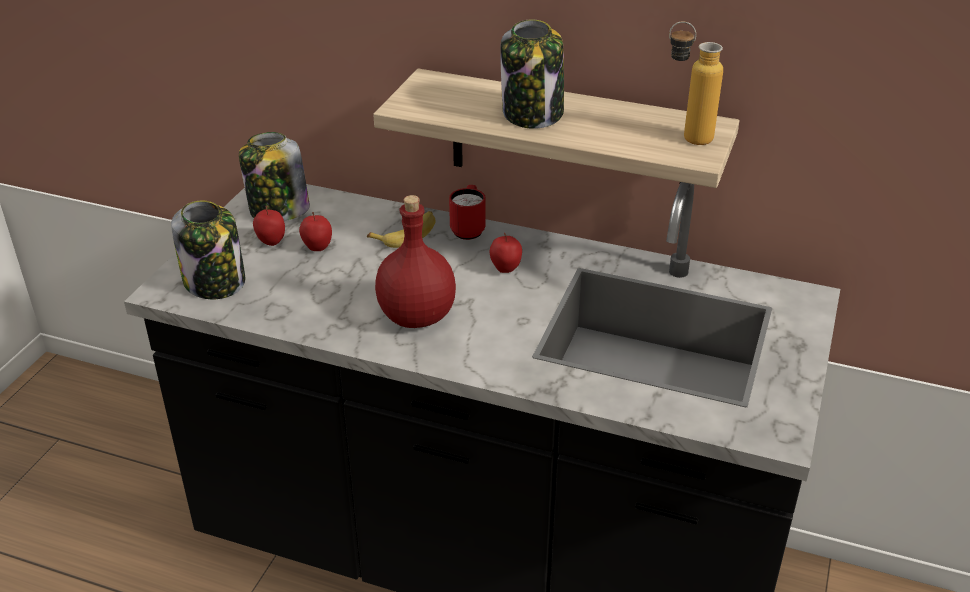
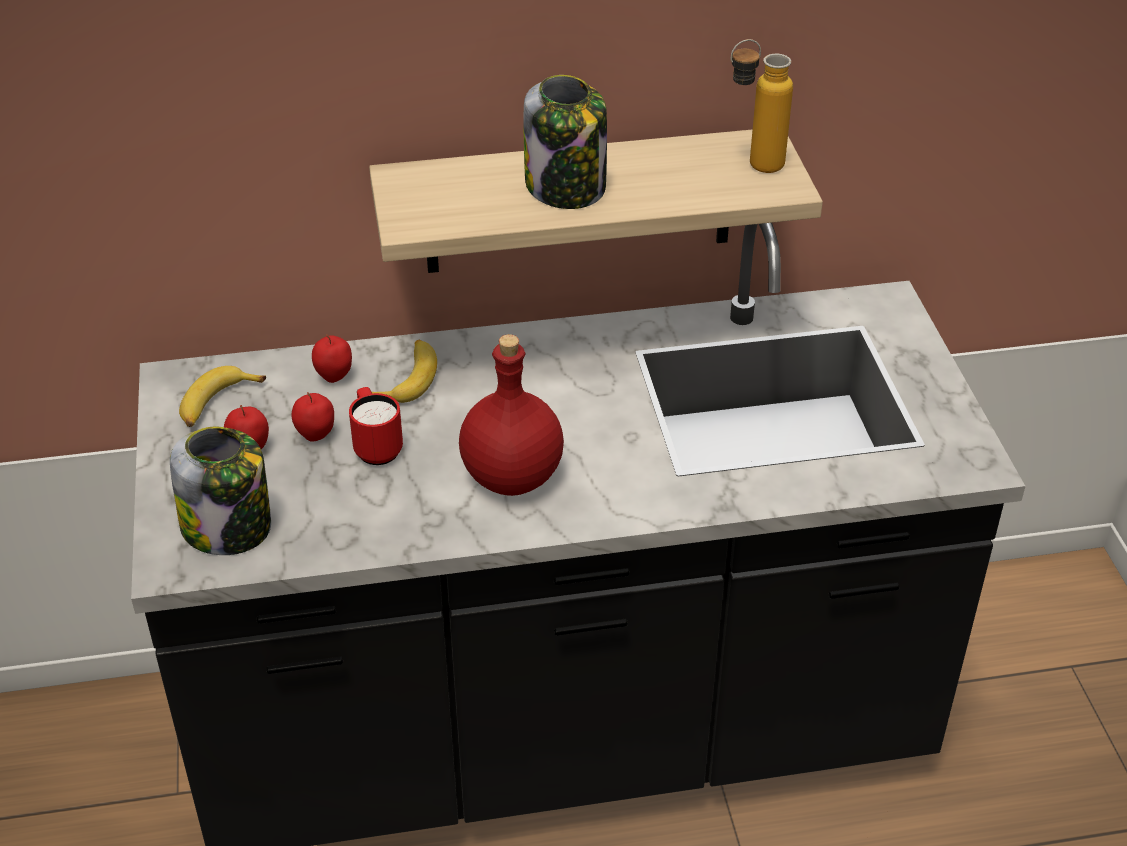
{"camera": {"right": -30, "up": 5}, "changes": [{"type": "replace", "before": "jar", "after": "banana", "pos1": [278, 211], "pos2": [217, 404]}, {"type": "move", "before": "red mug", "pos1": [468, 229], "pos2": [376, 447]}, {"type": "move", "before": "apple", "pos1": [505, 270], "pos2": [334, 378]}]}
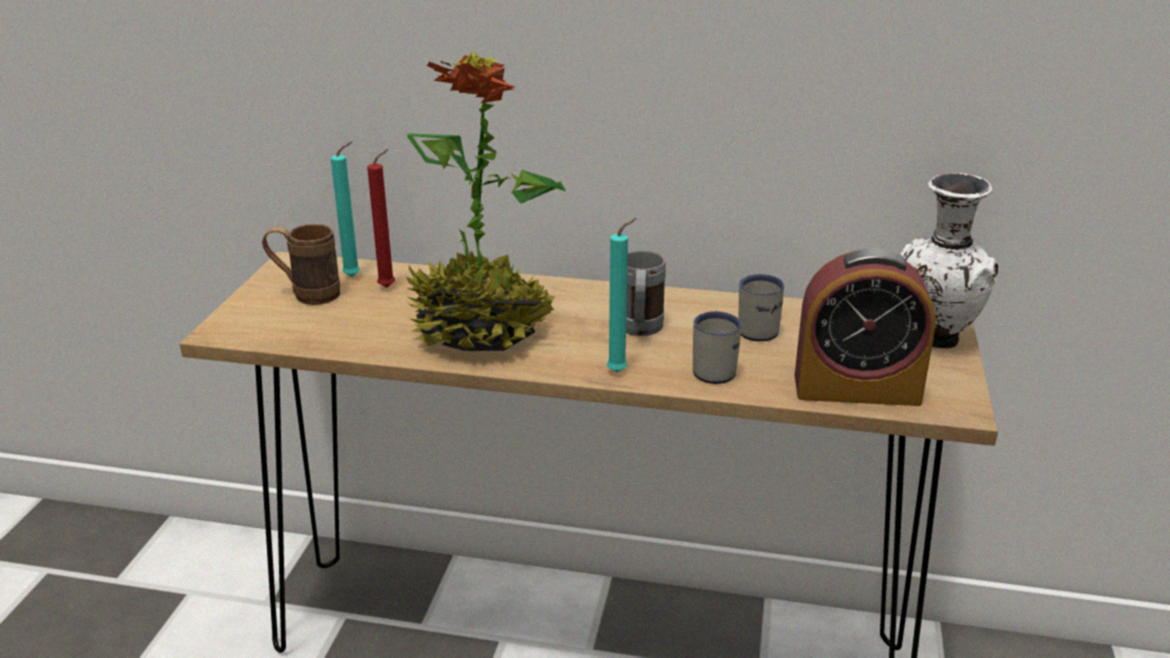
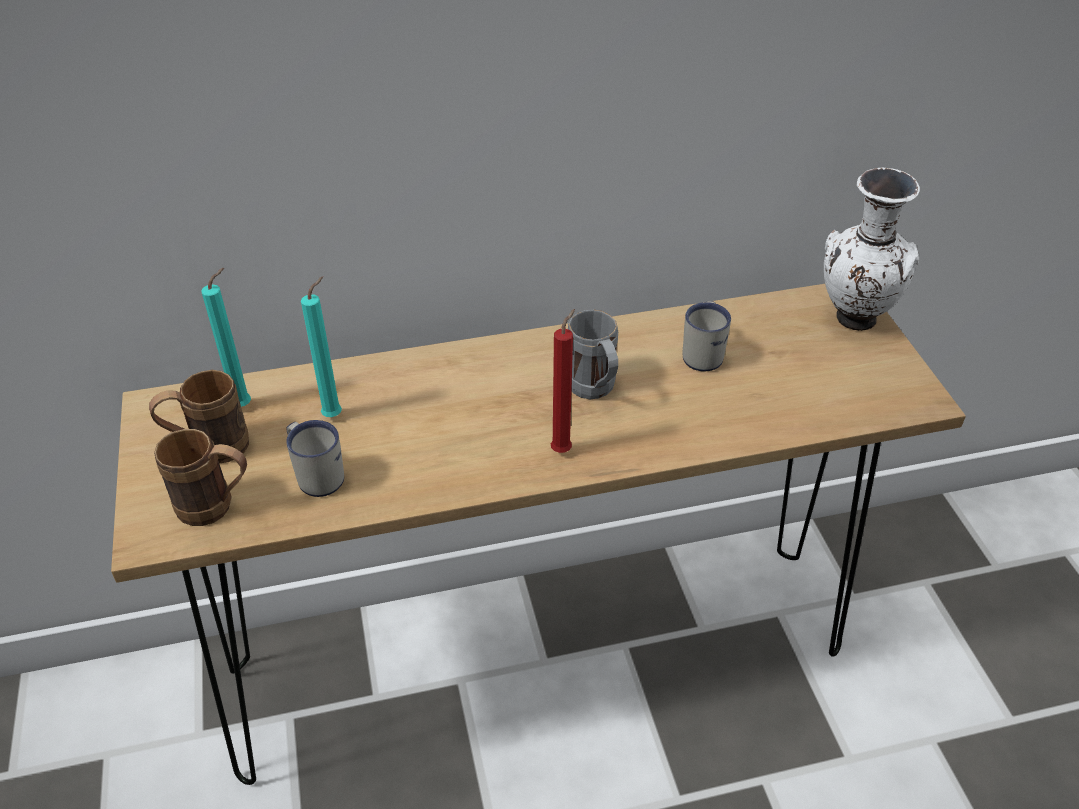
{"camera": {"right": -25, "up": 15}, "changes": [{"type": "move", "before": "red candle", "pos1": [389, 287], "pos2": [563, 449]}, {"type": "delete", "before": "potted plant", "pos1": [481, 331]}, {"type": "move", "before": "turquoise candle", "pos1": [620, 371], "pos2": [335, 414]}, {"type": "move", "before": "white mug", "pos1": [711, 368], "pos2": [317, 474]}, {"type": "delete", "before": "alarm clock", "pos1": [856, 389]}, {"type": "insert", "after": "brown mug", "pos2": [217, 508]}]}
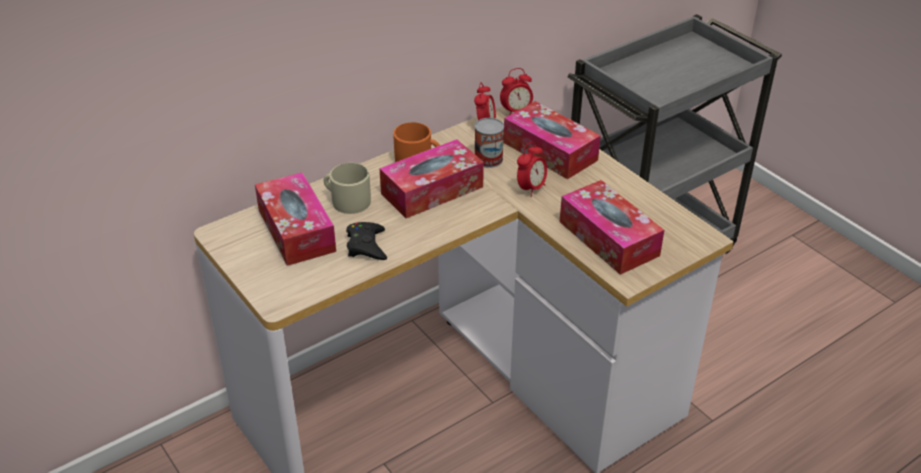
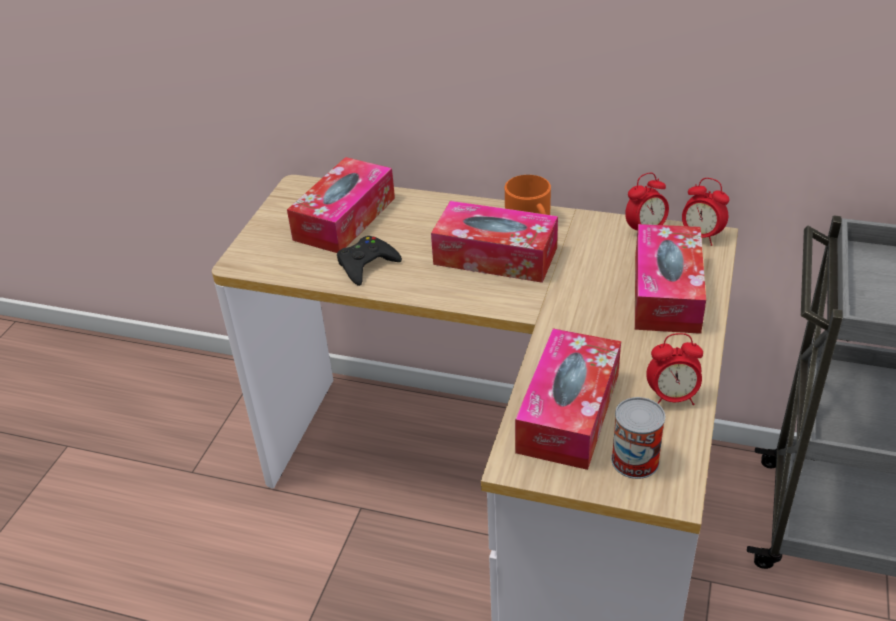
{"camera": {"right": 55, "up": 0}, "changes": [{"type": "delete", "before": "beige mug", "pos1": [347, 200]}, {"type": "move", "before": "can", "pos1": [488, 159], "pos2": [635, 460]}, {"type": "move", "before": "alarm clock", "pos1": [531, 189], "pos2": [672, 398]}]}
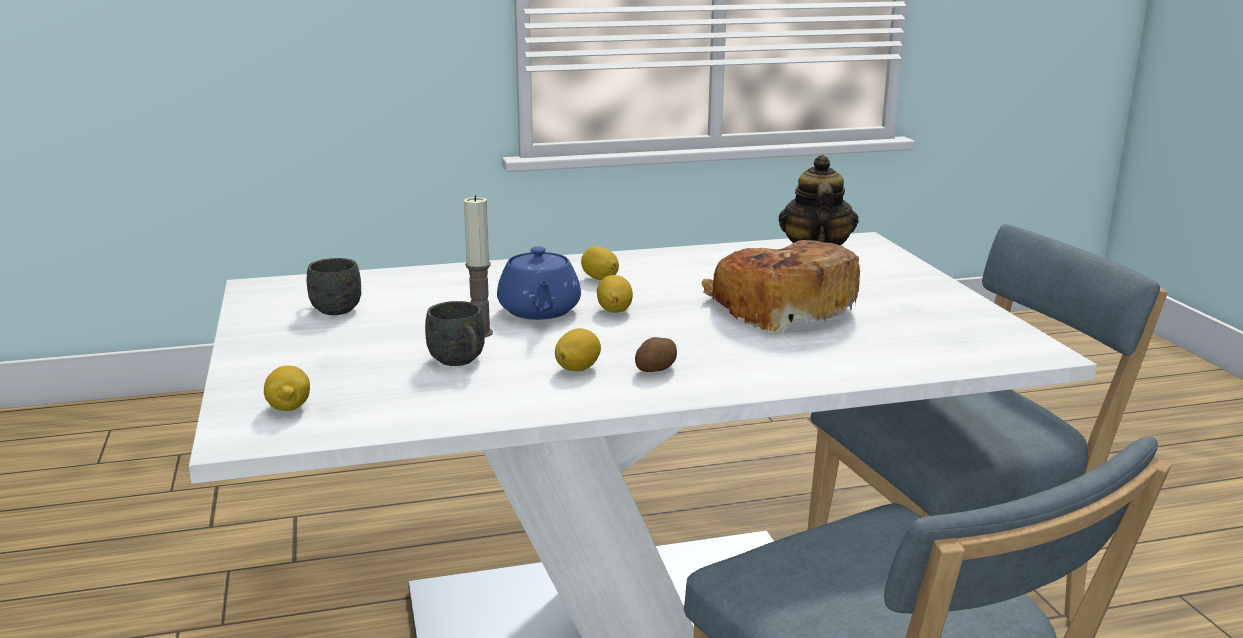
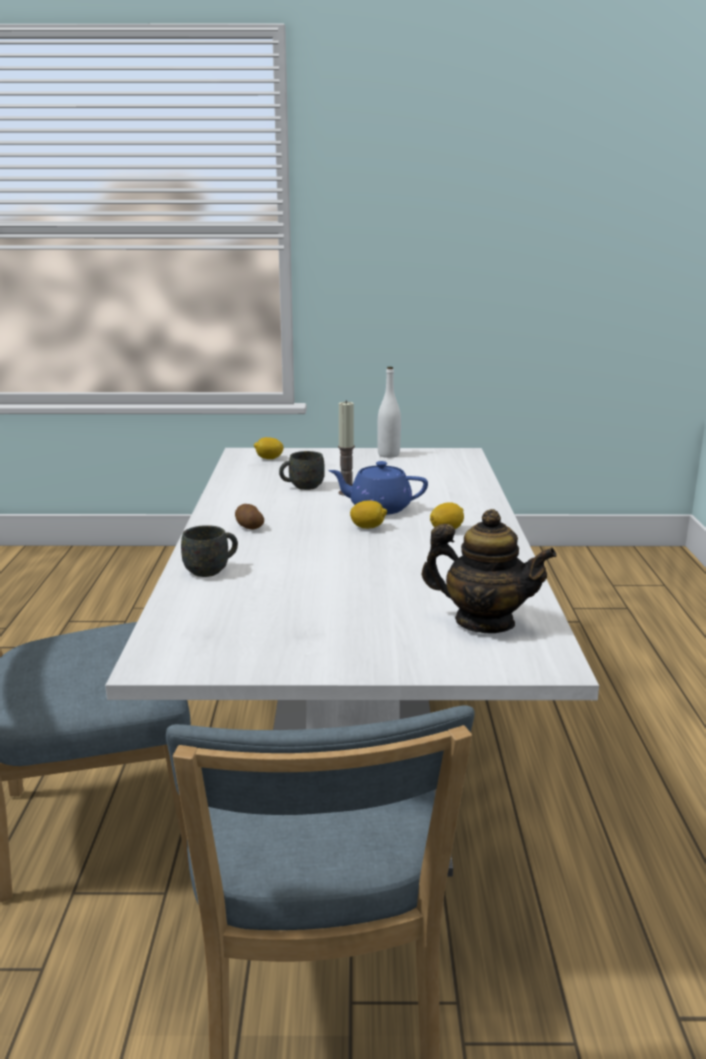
{"camera": {"right": 105, "up": 0}, "changes": [{"type": "move", "before": "grey mug", "pos1": [331, 308], "pos2": [212, 570]}, {"type": "delete", "before": "lemon", "pos1": [578, 368]}, {"type": "delete", "before": "bread", "pos1": [781, 309]}, {"type": "insert", "after": "white bottle", "pos2": [388, 455]}]}
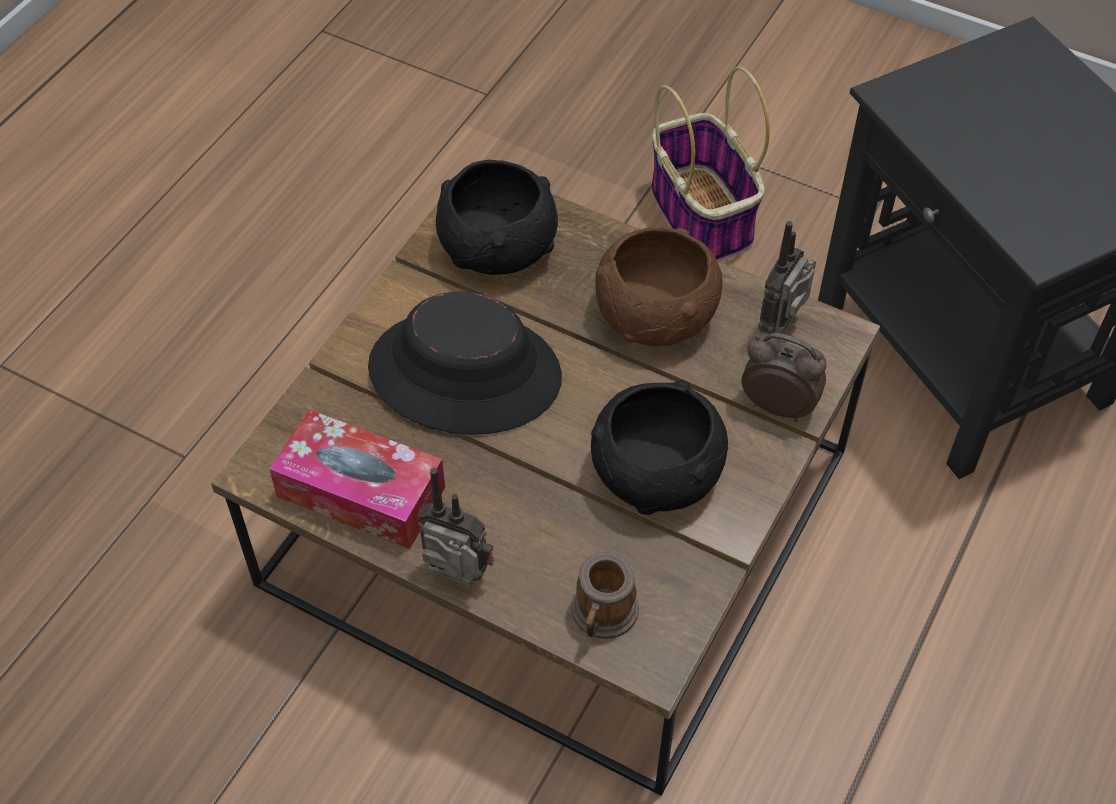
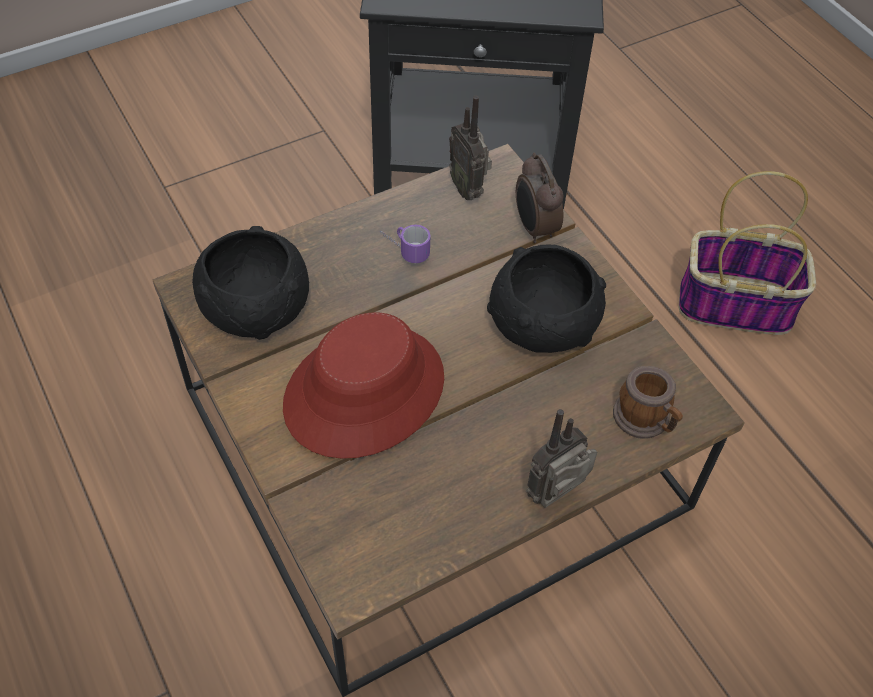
{"camera": {"right": -60, "up": 0}, "changes": [{"type": "delete", "before": "tissue box", "pos1": [361, 492]}, {"type": "recolor", "before": "black hat", "after": "red hat", "pos1": [465, 372], "pos2": [364, 391]}, {"type": "replace", "before": "brown bowl", "after": "mug", "pos1": [655, 314], "pos2": [403, 249]}, {"type": "move", "before": "basket", "pos1": [703, 216], "pos2": [736, 305]}, {"type": "rotate", "before": "alarm clock", "pos1": [778, 405], "pos2": [534, 228], "turn": -75}]}
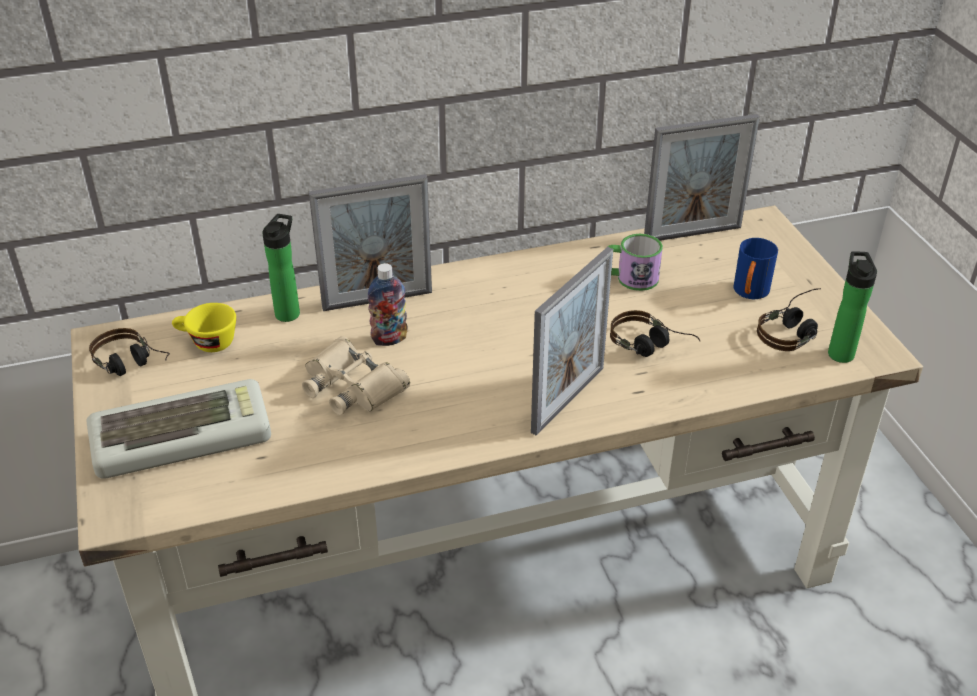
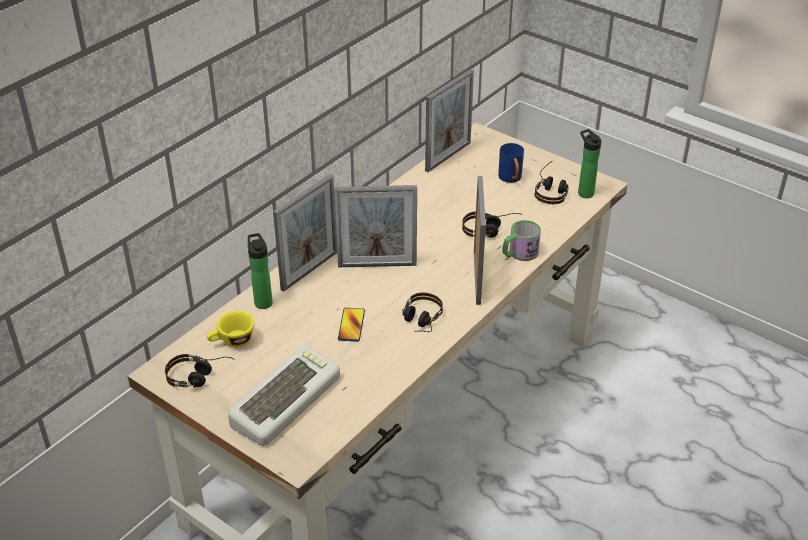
{"camera": {"right": -35, "up": 0}, "changes": [{"type": "replace", "before": "beige binoculars", "after": "phone", "pos1": [352, 386], "pos2": [351, 325]}, {"type": "delete", "before": "bottle", "pos1": [389, 339]}, {"type": "move", "before": "mug", "pos1": [630, 278], "pos2": [519, 253]}, {"type": "insert", "after": "picture frame", "pos2": [377, 265]}, {"type": "insert", "after": "headphones", "pos2": [419, 322]}]}
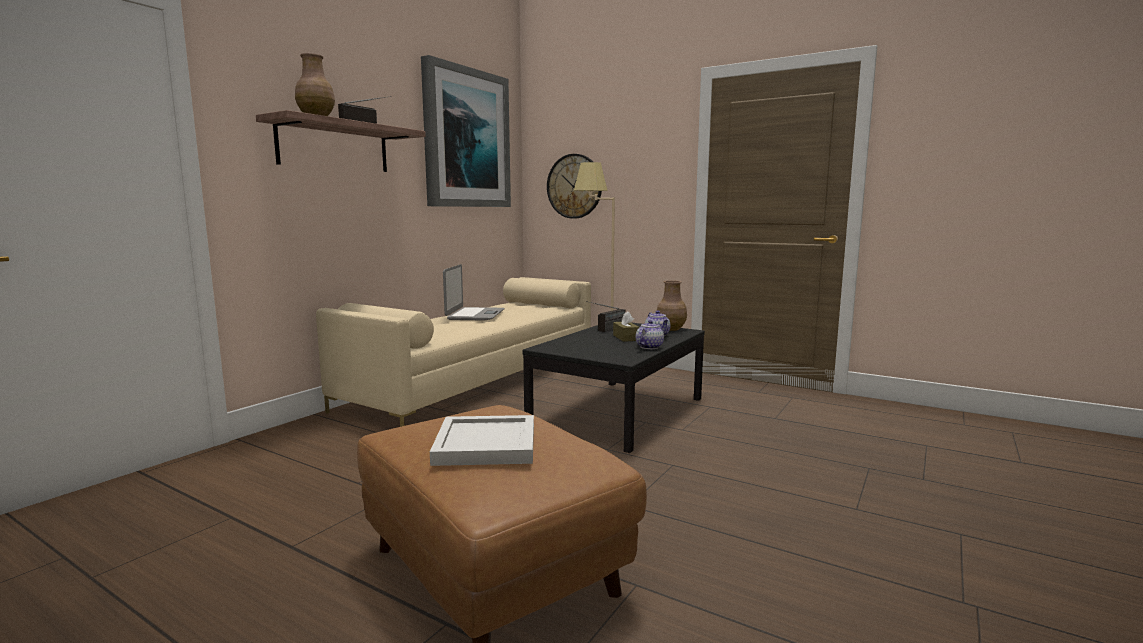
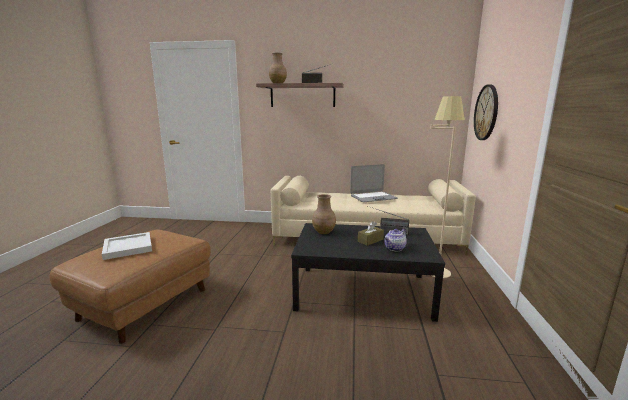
{"camera": {"right": 65, "up": 5}, "changes": [{"type": "delete", "before": "picture", "pos1": [466, 139]}, {"type": "delete", "before": "teapot", "pos1": [649, 347]}, {"type": "move", "before": "brown vase", "pos1": [671, 329], "pos2": [324, 232]}]}
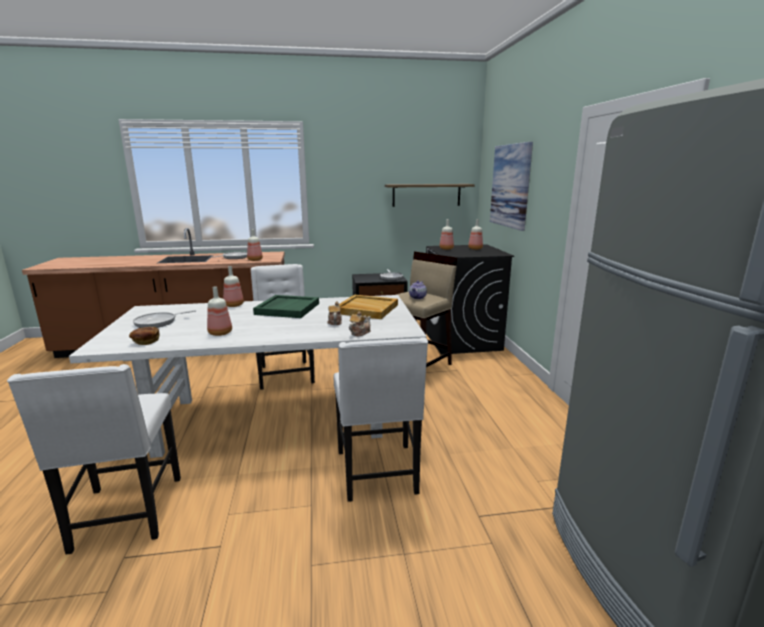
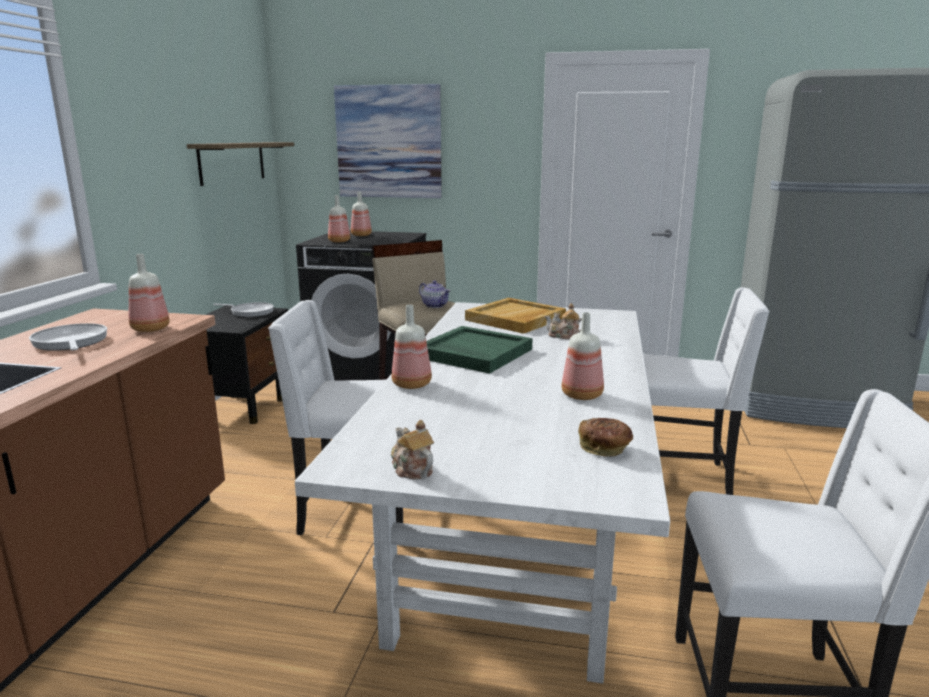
{"camera": {"right": -70, "up": 0}, "changes": [{"type": "delete", "before": "frying pan", "pos1": [158, 322]}, {"type": "move", "before": "teapot", "pos1": [359, 332], "pos2": [412, 469]}]}
